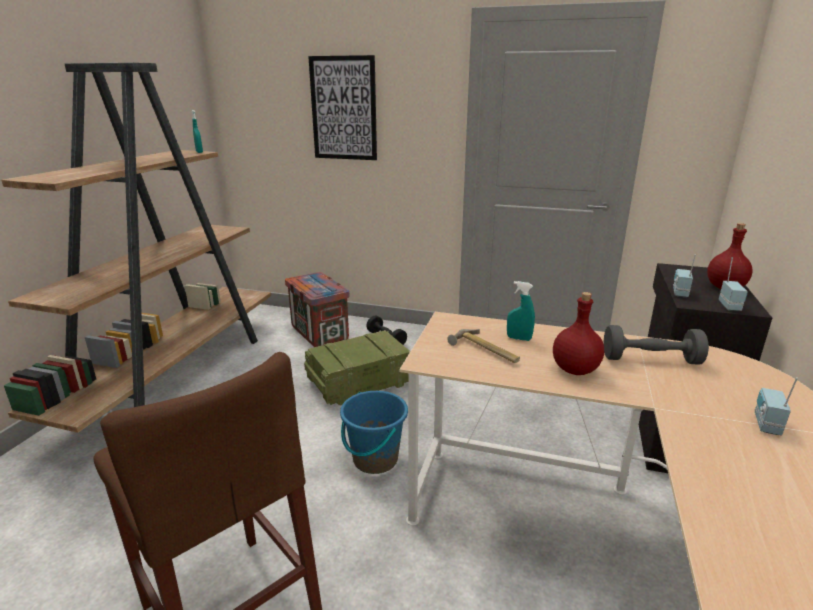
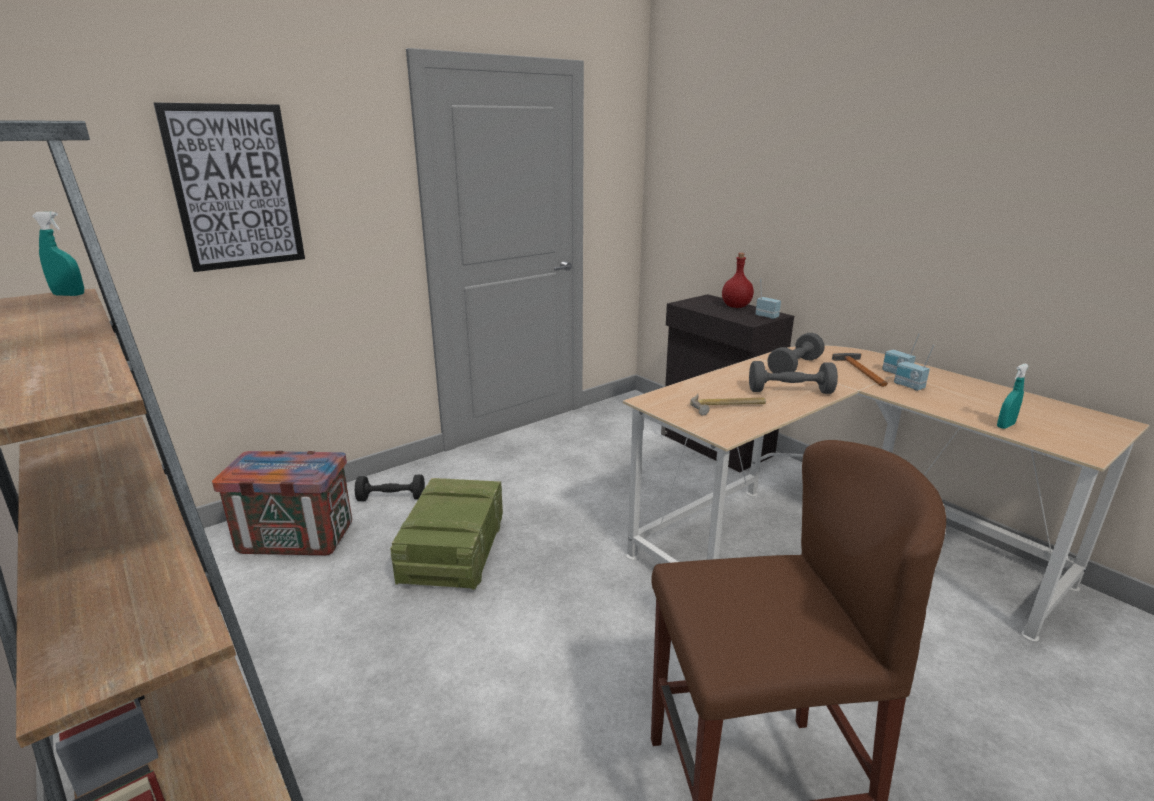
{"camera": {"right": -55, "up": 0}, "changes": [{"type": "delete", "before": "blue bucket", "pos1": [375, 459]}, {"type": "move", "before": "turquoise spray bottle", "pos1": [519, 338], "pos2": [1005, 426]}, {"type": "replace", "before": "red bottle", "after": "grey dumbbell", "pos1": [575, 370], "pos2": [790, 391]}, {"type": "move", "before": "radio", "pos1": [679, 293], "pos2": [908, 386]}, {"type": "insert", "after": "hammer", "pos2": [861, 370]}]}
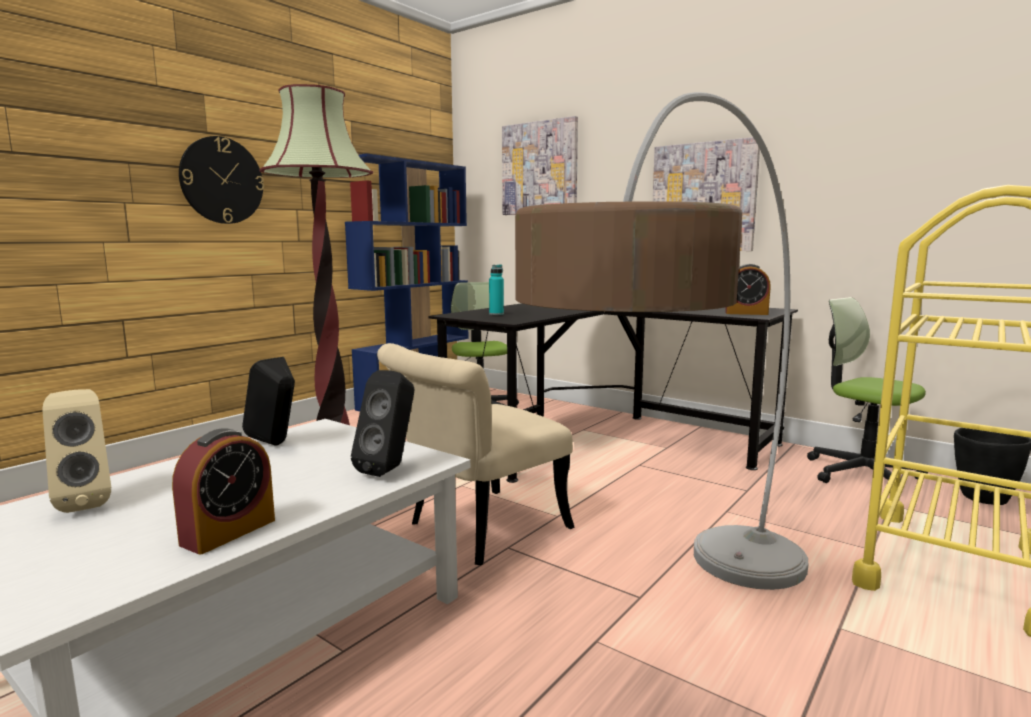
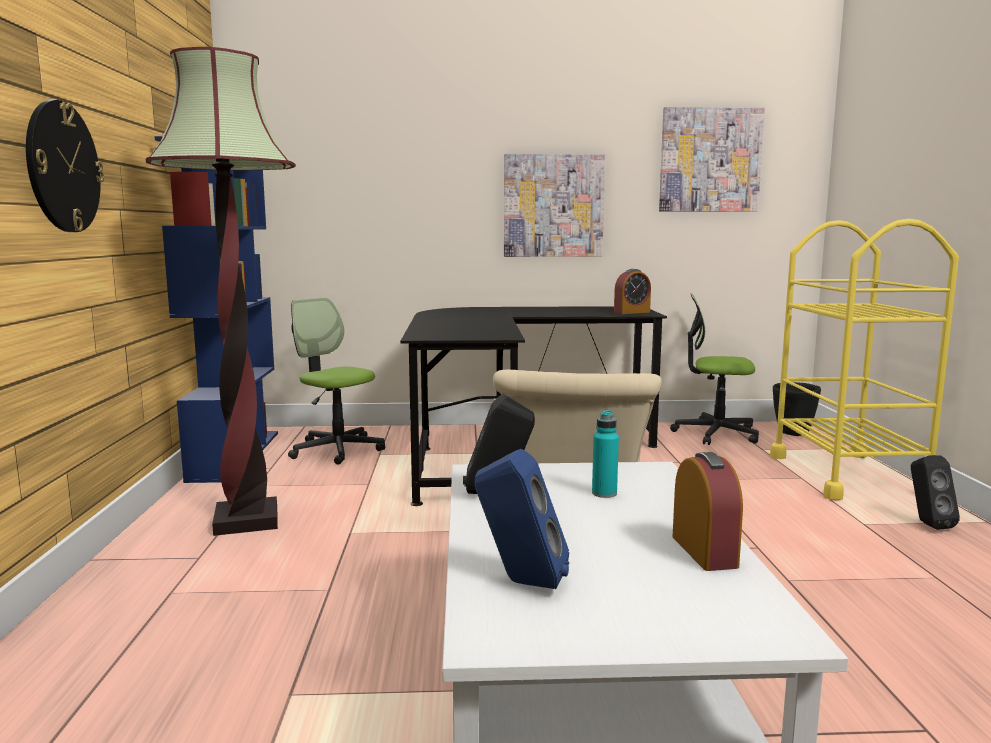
{"camera": {"right": -40, "up": 0}, "changes": [{"type": "recolor", "before": "beige speaker", "after": "blue speaker", "pos1": [85, 502], "pos2": [520, 582]}, {"type": "move", "before": "black speaker", "pos1": [389, 469], "pos2": [927, 524]}, {"type": "move", "before": "turquoise bottle", "pos1": [496, 314], "pos2": [604, 493]}, {"type": "move", "before": "picture", "pos1": [539, 168], "pos2": [710, 160]}, {"type": "delete", "before": "floor lamp", "pos1": [680, 628]}]}
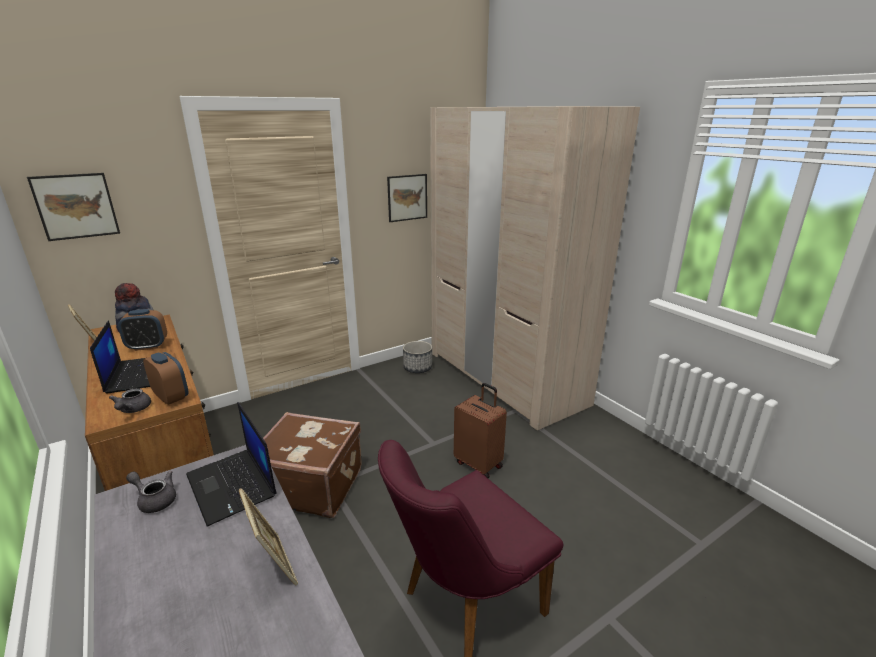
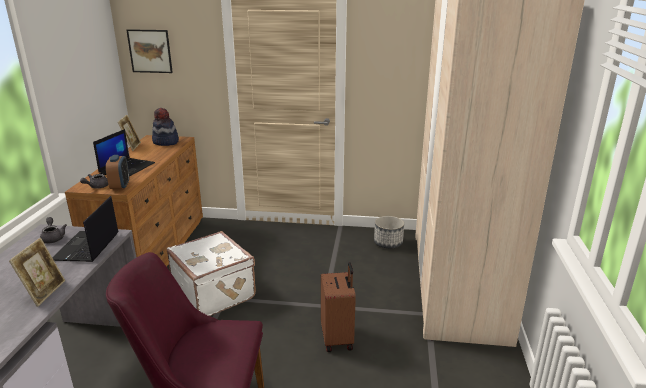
{"camera": {"right": 40, "up": 0}, "changes": [{"type": "delete", "before": "alarm clock", "pos1": [147, 346]}, {"type": "recolor", "before": "brown suitcase", "after": "white suitcase", "pos1": [312, 484], "pos2": [214, 292]}, {"type": "delete", "before": "picture", "pos1": [407, 197]}]}
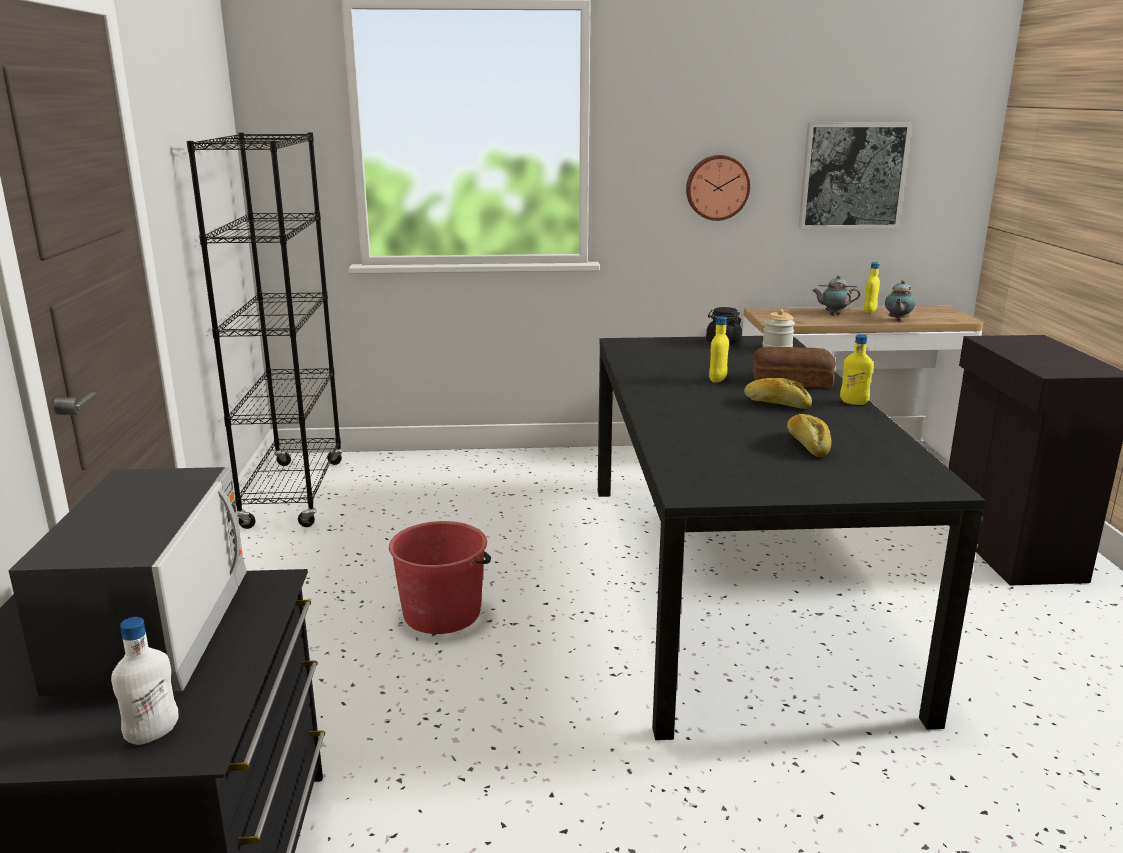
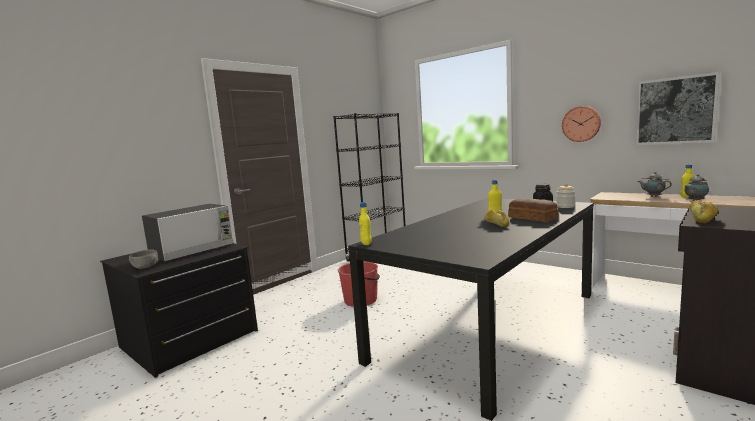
{"camera": {"right": 45, "up": -10}, "changes": [{"type": "replace", "before": "white bottle", "after": "grey bowl", "pos1": [152, 734], "pos2": [145, 267]}, {"type": "move", "before": "bread", "pos1": [808, 445], "pos2": [702, 219]}, {"type": "move", "before": "yellow bottle", "pos1": [853, 402], "pos2": [366, 243]}]}
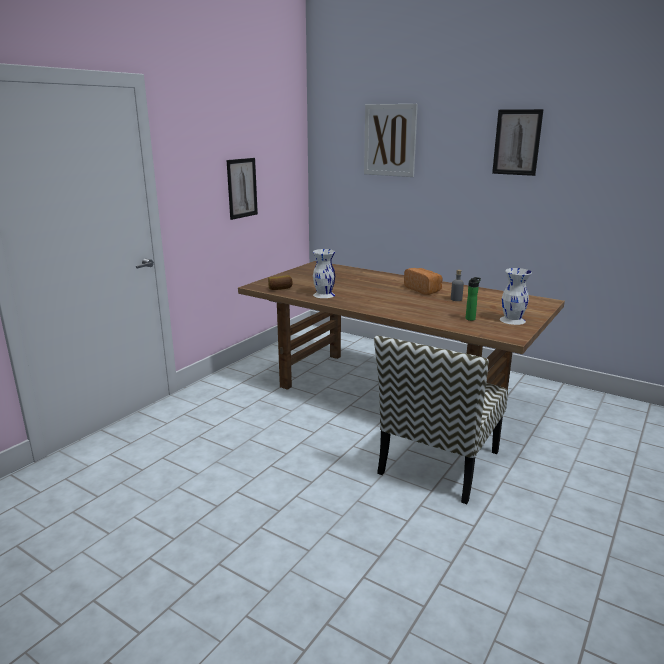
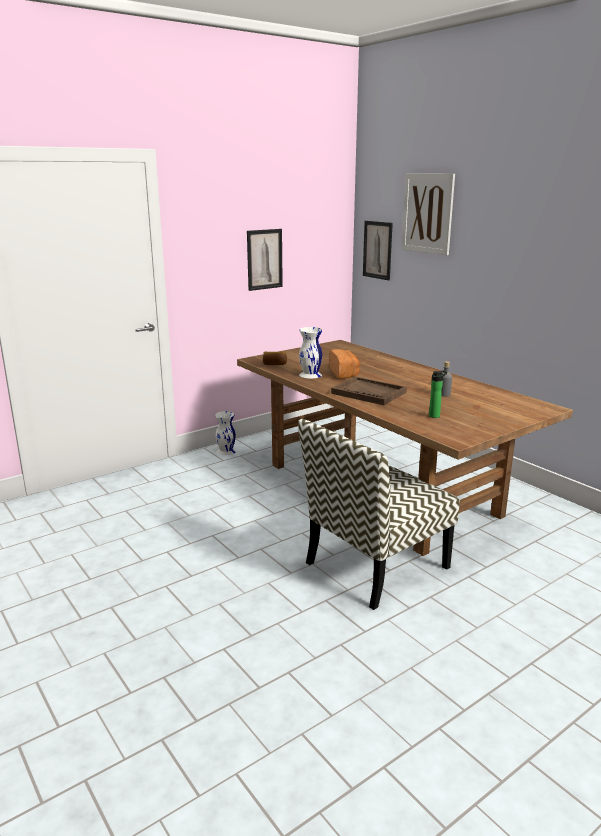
{"camera": {"right": 20, "up": 0}, "changes": [{"type": "move", "before": "bread", "pos1": [423, 290], "pos2": [344, 373]}, {"type": "move", "before": "picture", "pos1": [517, 142], "pos2": [377, 250]}, {"type": "move", "before": "white vase", "pos1": [512, 320], "pos2": [226, 451]}, {"type": "insert", "after": "brown tray", "pos2": [369, 393]}]}
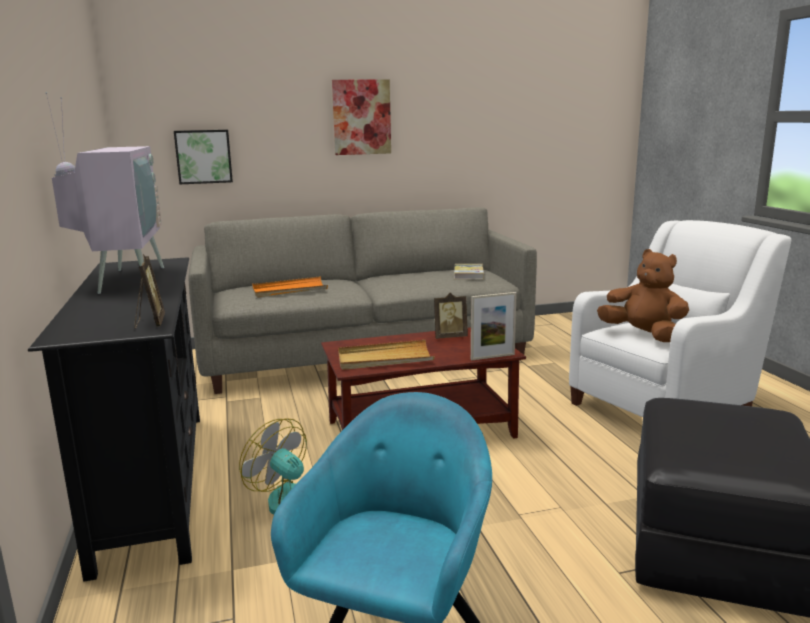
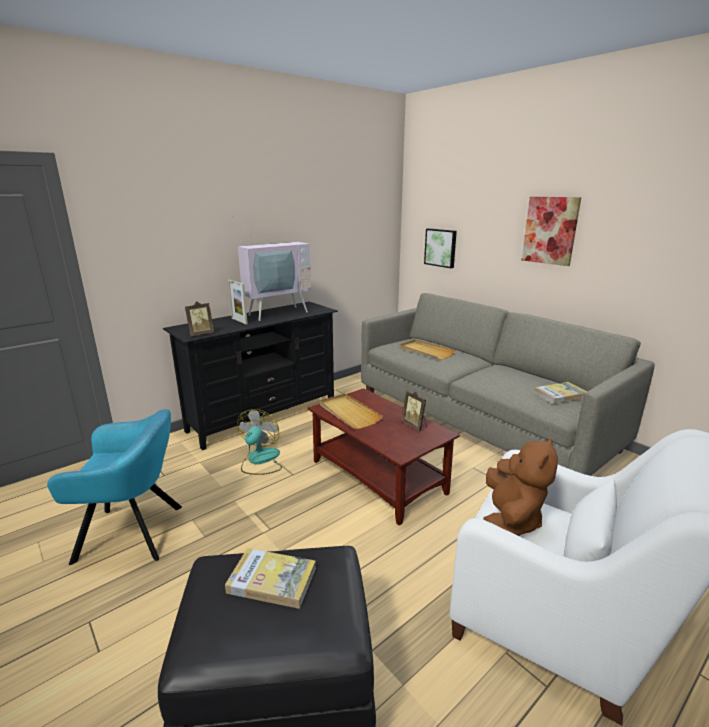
{"camera": {"right": 65, "up": 5}, "changes": [{"type": "recolor", "before": "orange tray", "after": "beige tray", "pos1": [289, 290], "pos2": [425, 351]}, {"type": "move", "before": "picture frame", "pos1": [492, 357], "pos2": [239, 321]}, {"type": "insert", "after": "book", "pos2": [272, 580]}]}
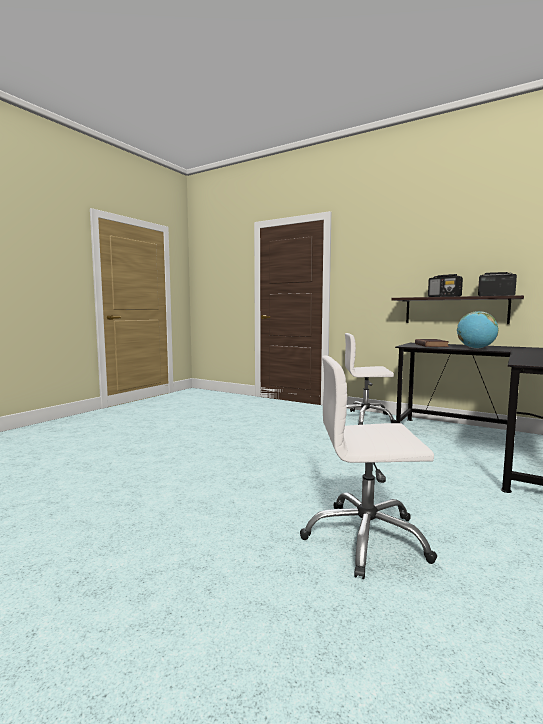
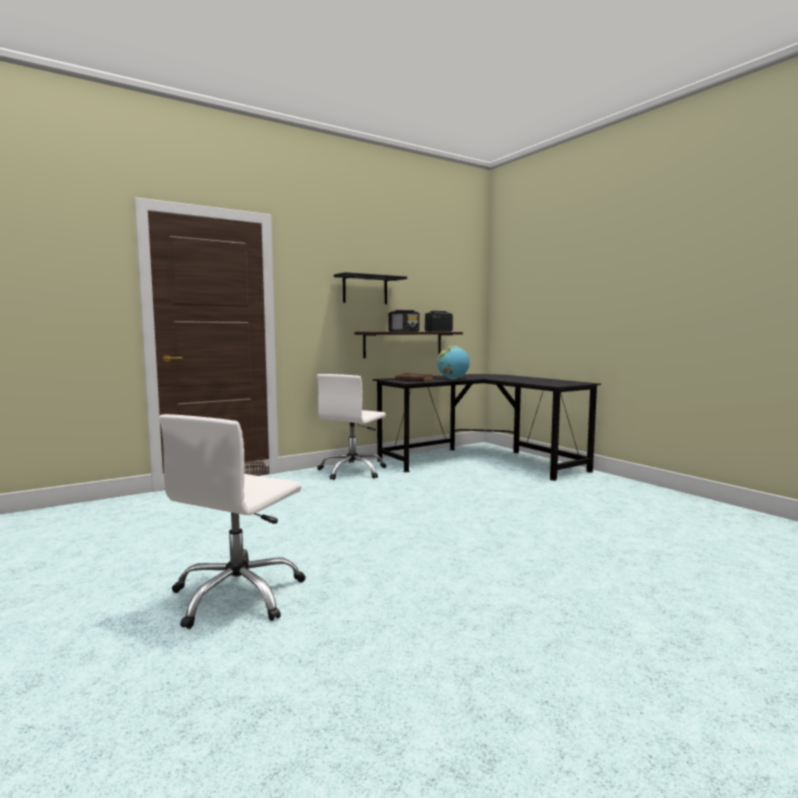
{"camera": {"right": -65, "up": 0}, "changes": [{"type": "move", "before": "white office chair", "pos1": [366, 538], "pos2": [238, 595]}, {"type": "insert", "after": "black shelf", "pos2": [365, 290]}]}
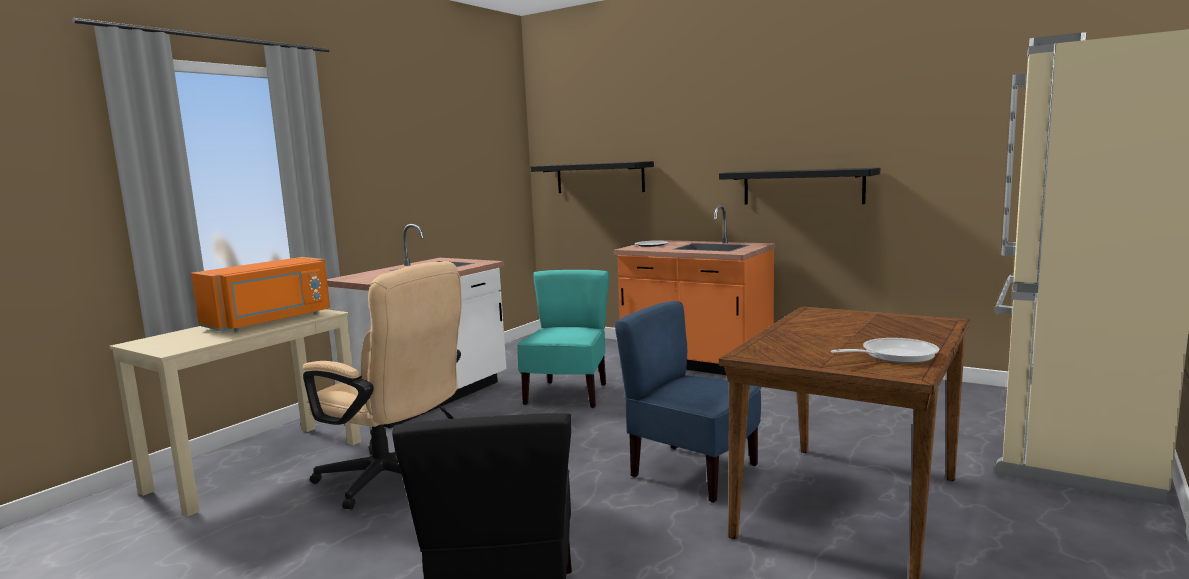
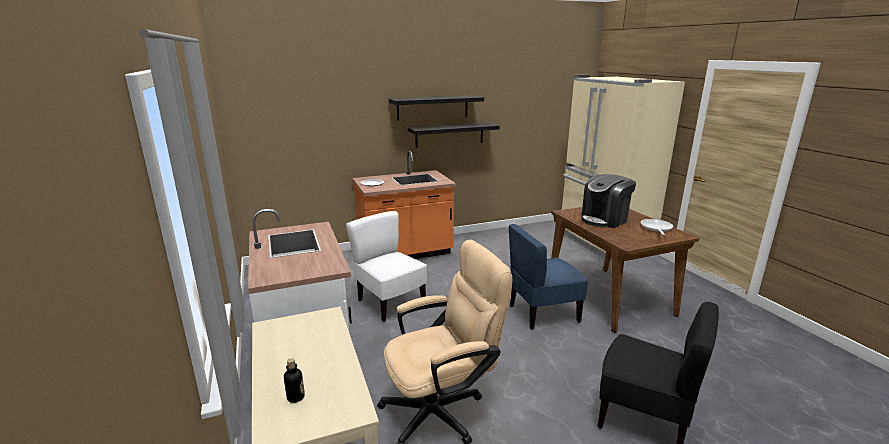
{"camera": {"right": -55, "up": 10}, "changes": [{"type": "delete", "before": "orange microwave", "pos1": [270, 321]}, {"type": "recolor", "before": "turquoise chair", "after": "white chair", "pos1": [568, 394], "pos2": [390, 303]}, {"type": "move", "before": "black shelf", "pos1": [599, 178], "pos2": [432, 107]}, {"type": "insert", "after": "bottle", "pos2": [296, 397]}, {"type": "insert", "after": "coffee machine", "pos2": [604, 220]}]}
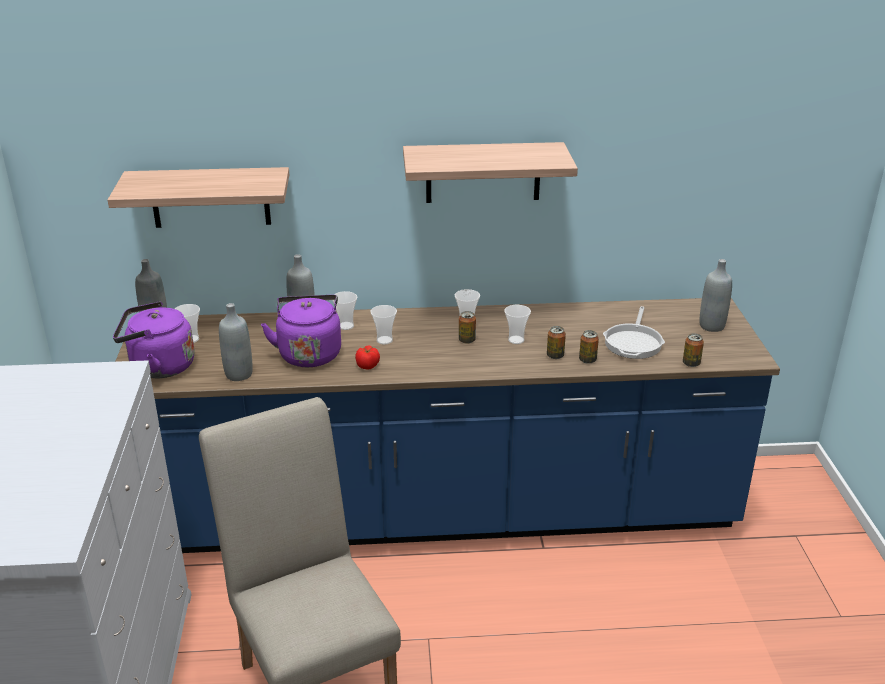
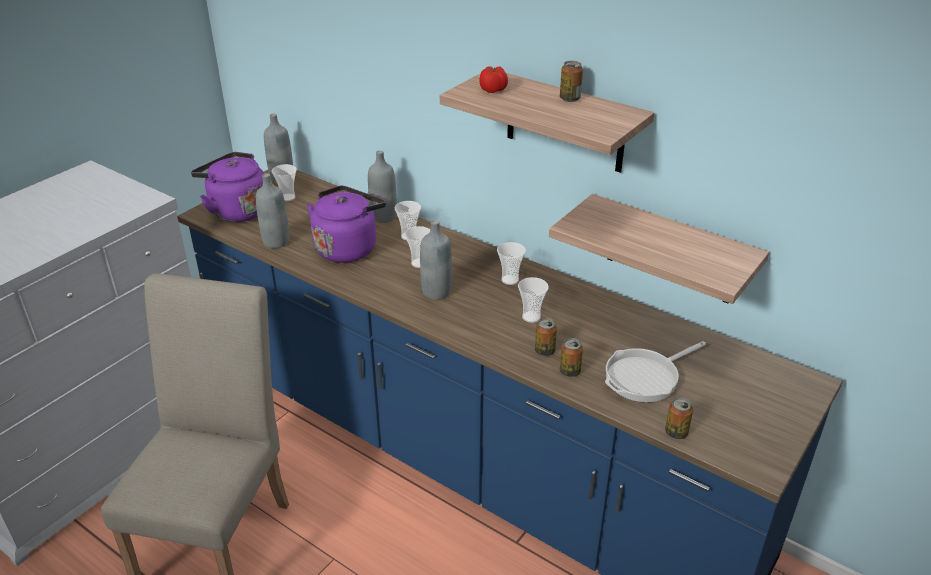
{"camera": {"right": 40, "up": 5}, "changes": [{"type": "move", "before": "shelf", "pos1": [210, 197], "pos2": [671, 250]}, {"type": "move", "before": "tomato", "pos1": [368, 365], "pos2": [493, 90]}, {"type": "move", "before": "can", "pos1": [467, 340], "pos2": [569, 99]}, {"type": "move", "before": "grey bottle", "pos1": [711, 326], "pos2": [436, 292]}]}
